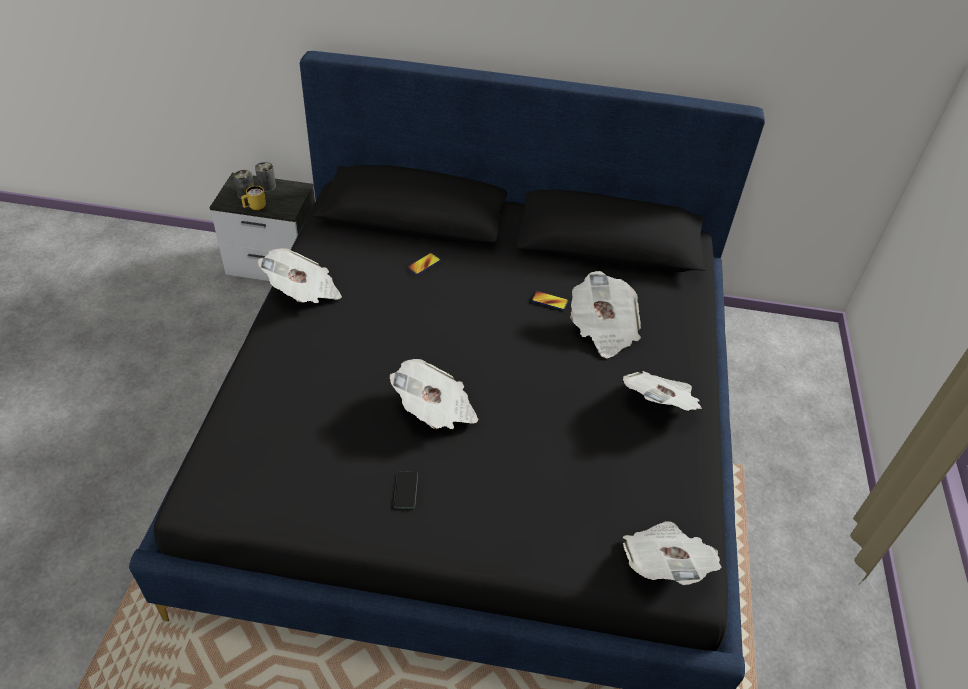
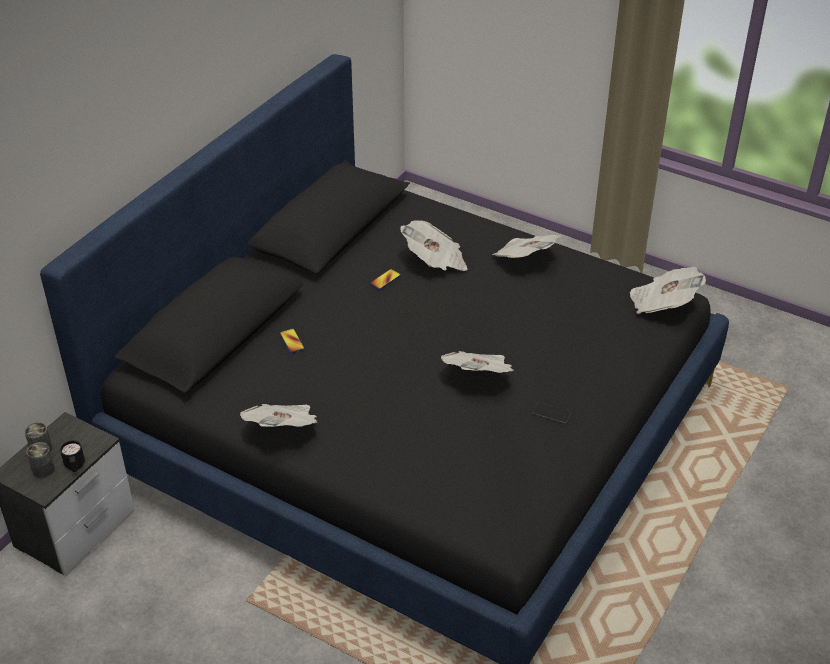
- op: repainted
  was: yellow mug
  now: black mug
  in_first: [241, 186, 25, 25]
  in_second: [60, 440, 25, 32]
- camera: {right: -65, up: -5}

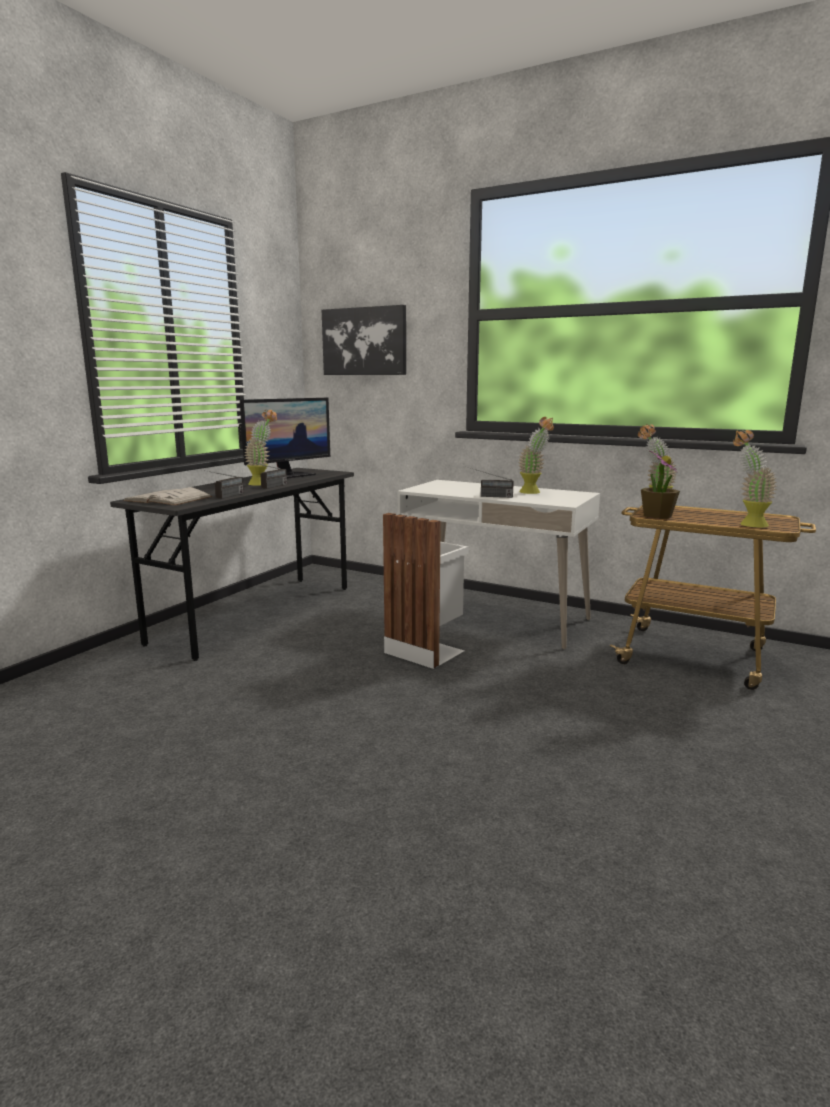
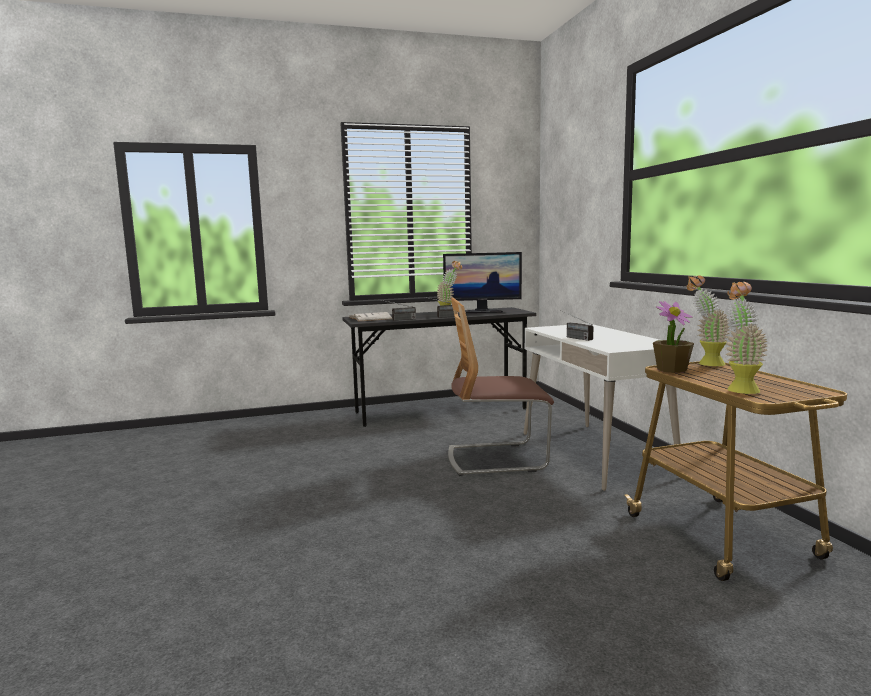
- op: gone
  was: picture
  in_first: [322, 305, 84, 70]
- op: swapped
  was: white trash can
  now: chair
  in_first: [383, 513, 86, 156]
  in_second: [448, 298, 106, 178]
- op: gone
  was: potted plant
  in_first: [518, 417, 36, 77]
- camera: {right: 45, up: -5}

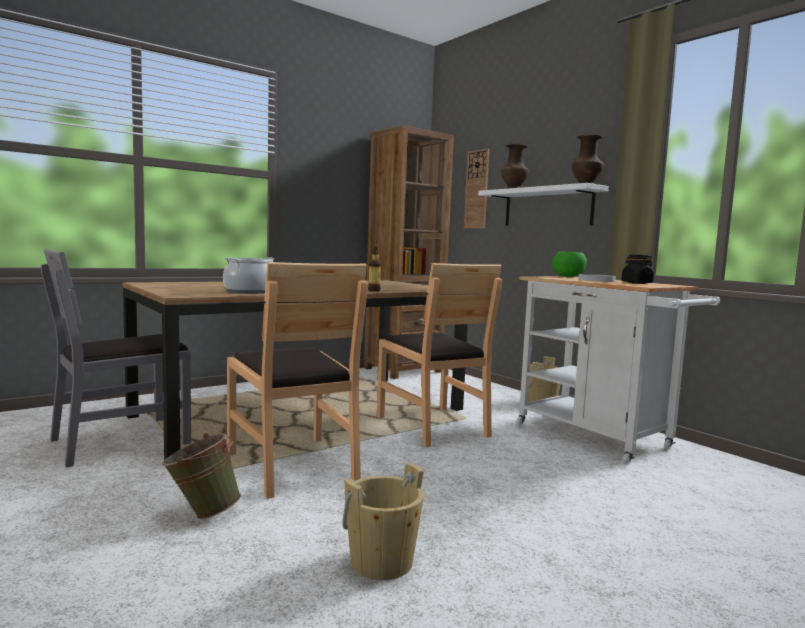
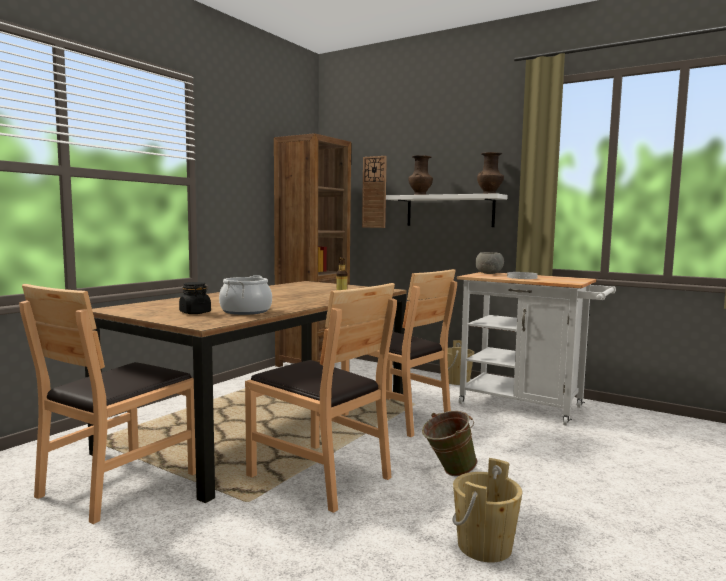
- op: repainted
  was: grey chair
  now: brown chair
  in_first: [41, 249, 150, 219]
  in_second: [19, 284, 177, 240]
- op: shifted
  was: green bucket
  in_first: [162, 433, 79, 86]
  in_second: [422, 411, 55, 65]
- op: repainted
  was: green bowl
  now: grey bowl
  in_first: [552, 252, 35, 25]
  in_second: [475, 252, 29, 22]
- op: shifted
  was: black jar
  in_first: [621, 254, 33, 30]
  in_second: [179, 282, 32, 32]
- camera: {right: -20, up: 0}

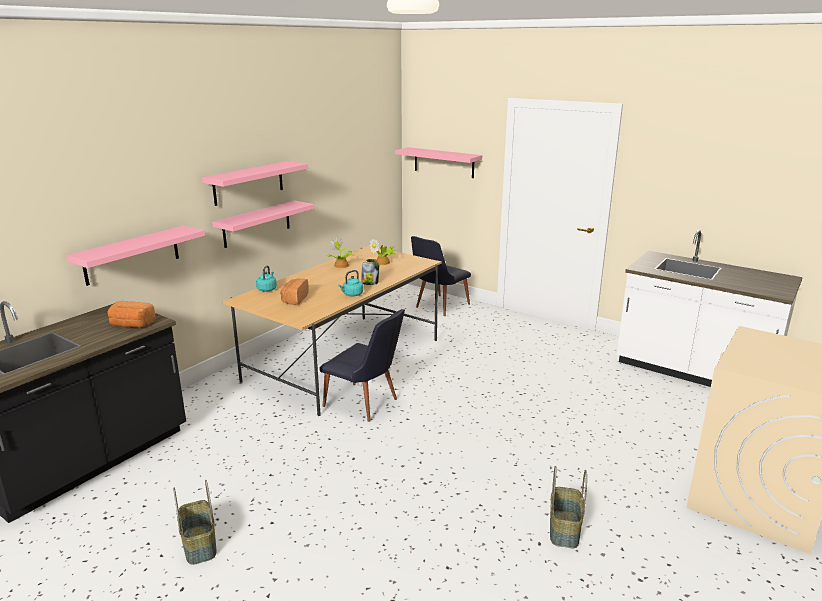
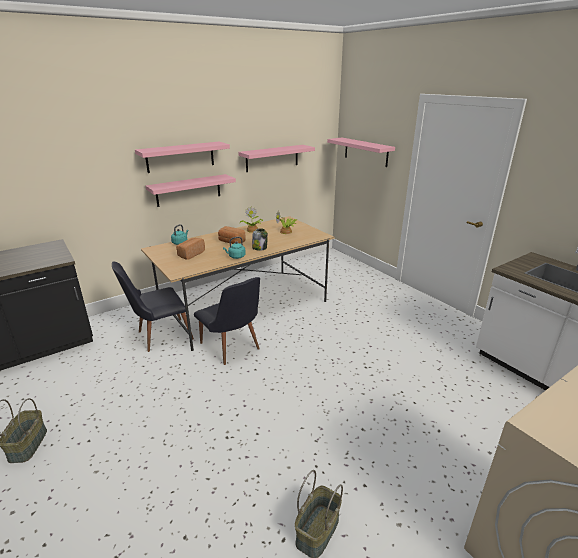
- op: shifted
  was: pink shelf
  in_first: [66, 225, 139, 61]
  in_second: [238, 145, 77, 27]
- op: shifted
  was: bread
  in_first: [107, 301, 49, 27]
  in_second: [218, 226, 28, 18]
- op: shifted
  was: black chair
  in_first: [411, 236, 60, 80]
  in_second: [112, 262, 82, 90]
- camera: {right: 20, up: 5}

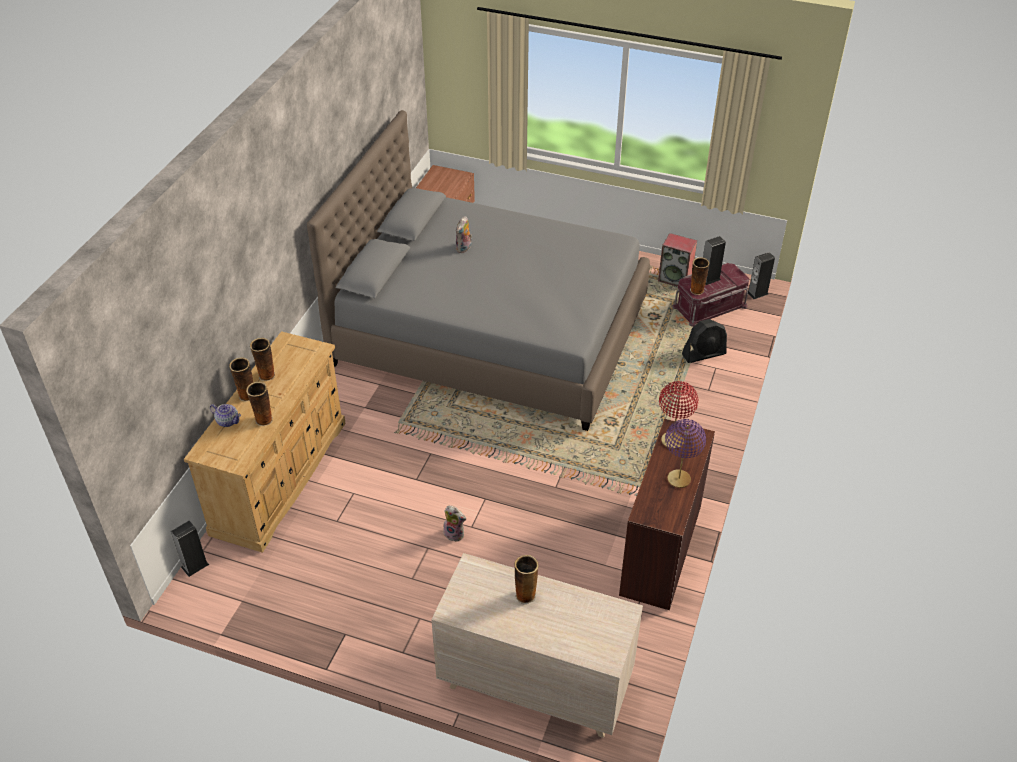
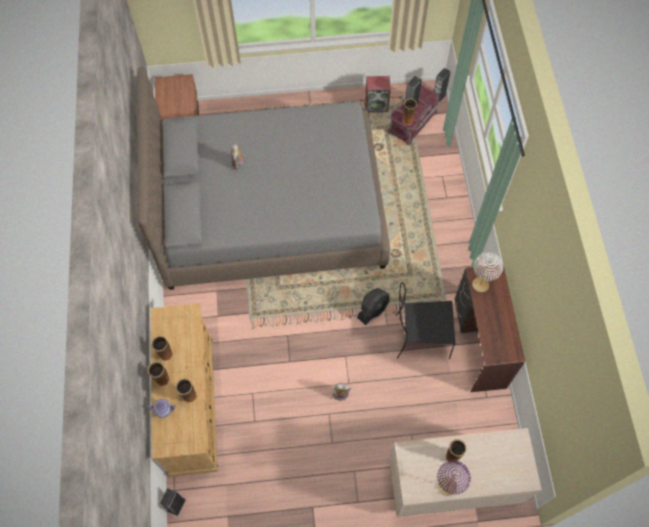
- op: repainted
  was: red table lamp
  now: white table lamp
  in_first: [659, 381, 39, 68]
  in_second: [472, 252, 31, 40]
- op: shifted
  was: purple table lamp
  in_first: [665, 419, 41, 69]
  in_second: [437, 460, 34, 36]
- op: shifted
  was: black fan
  in_first: [682, 319, 45, 44]
  in_second: [357, 288, 33, 37]
- op: new
  now: black chair
  in_second: [395, 282, 60, 77]
- camera: {right: -25, up: 20}

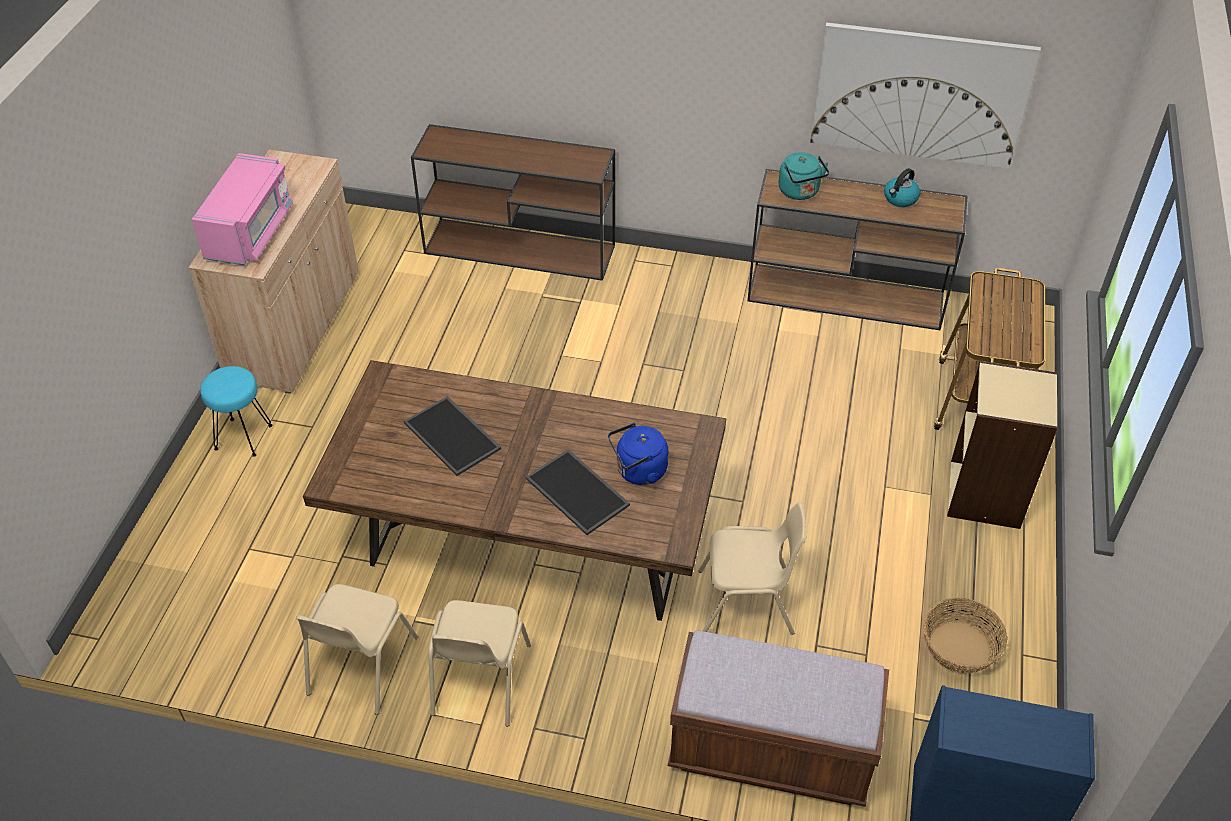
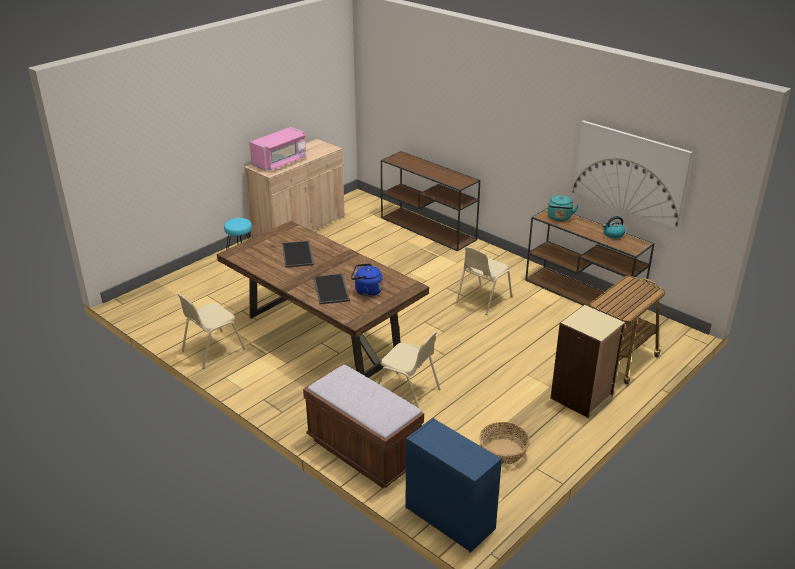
- op: shifted
  was: beige chair
  in_first: [428, 600, 103, 127]
  in_second: [456, 246, 56, 69]
- camera: {right: 30, up: -15}

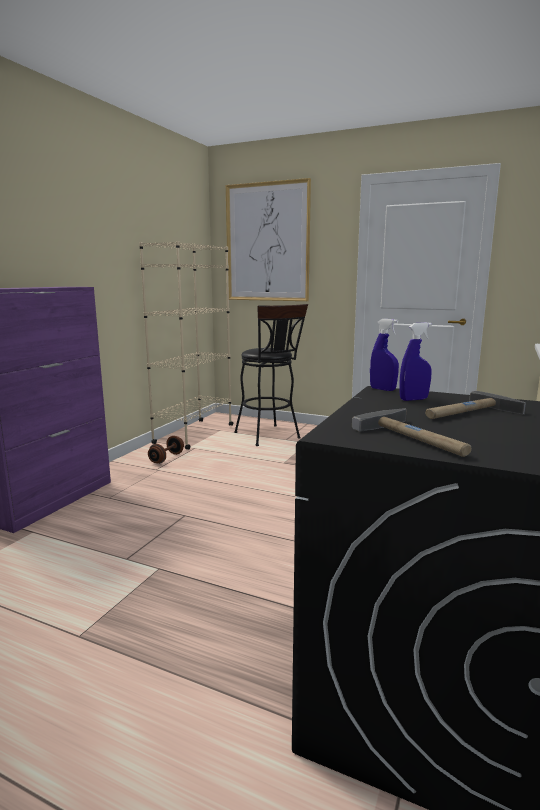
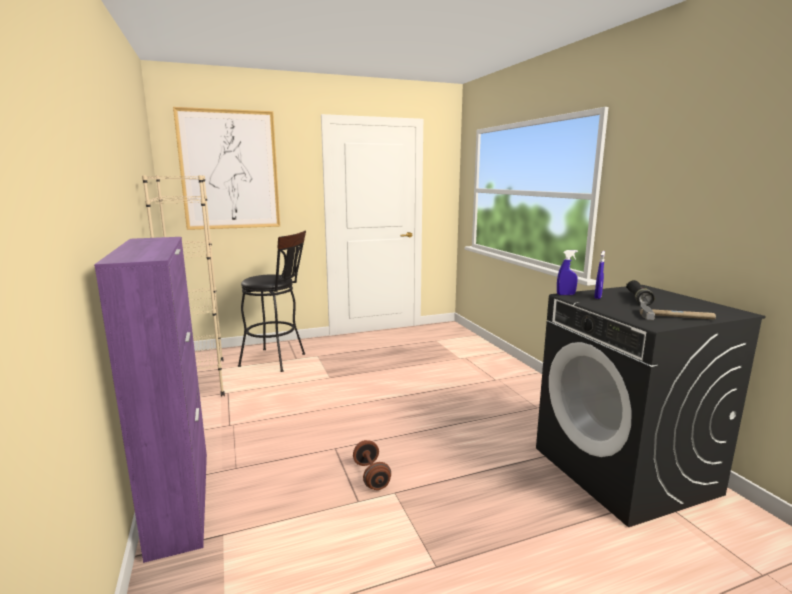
- op: shifted
  was: brown dumbbell
  in_first: [148, 436, 36, 28]
  in_second: [353, 440, 38, 50]
- op: swapped
  was: hammer
  now: black flashlight
  in_first: [425, 391, 101, 28]
  in_second: [626, 280, 28, 26]
- camera: {right: -45, up: 0}

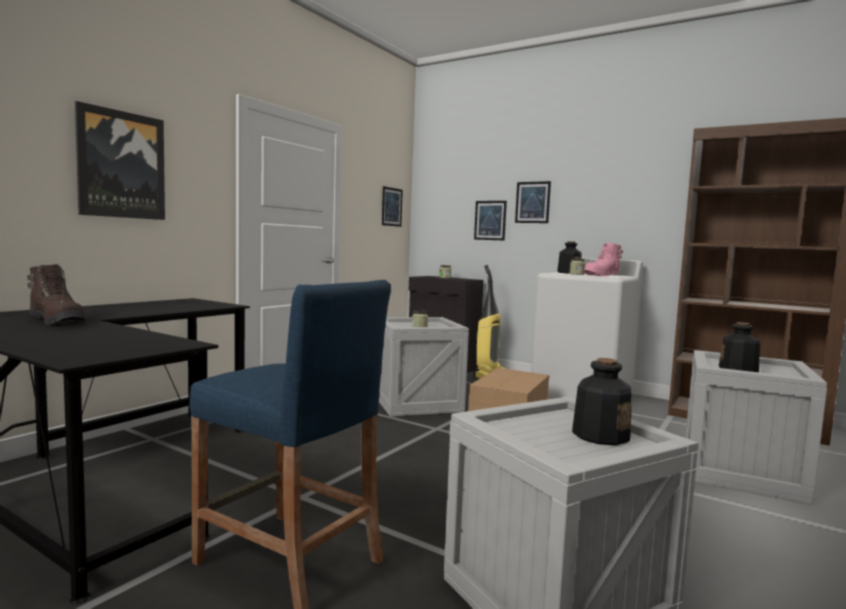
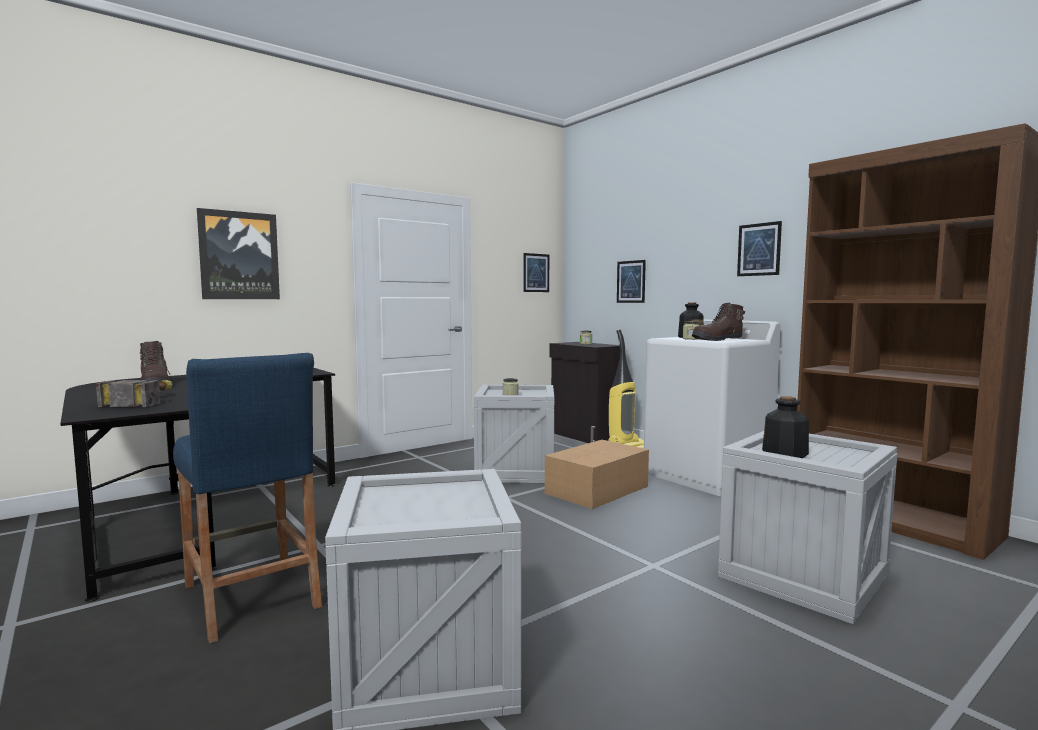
- op: shifted
  was: picture
  in_first: [515, 181, 36, 42]
  in_second: [737, 221, 45, 55]
- op: gone
  was: bottle
  in_first: [572, 358, 60, 87]
- op: repainted
  was: pink boot
  now: brown boot
  in_first: [583, 243, 40, 33]
  in_second: [692, 303, 53, 38]
- op: new
  now: hammer
  in_second: [96, 380, 77, 27]
- camera: {right: 20, up: 0}

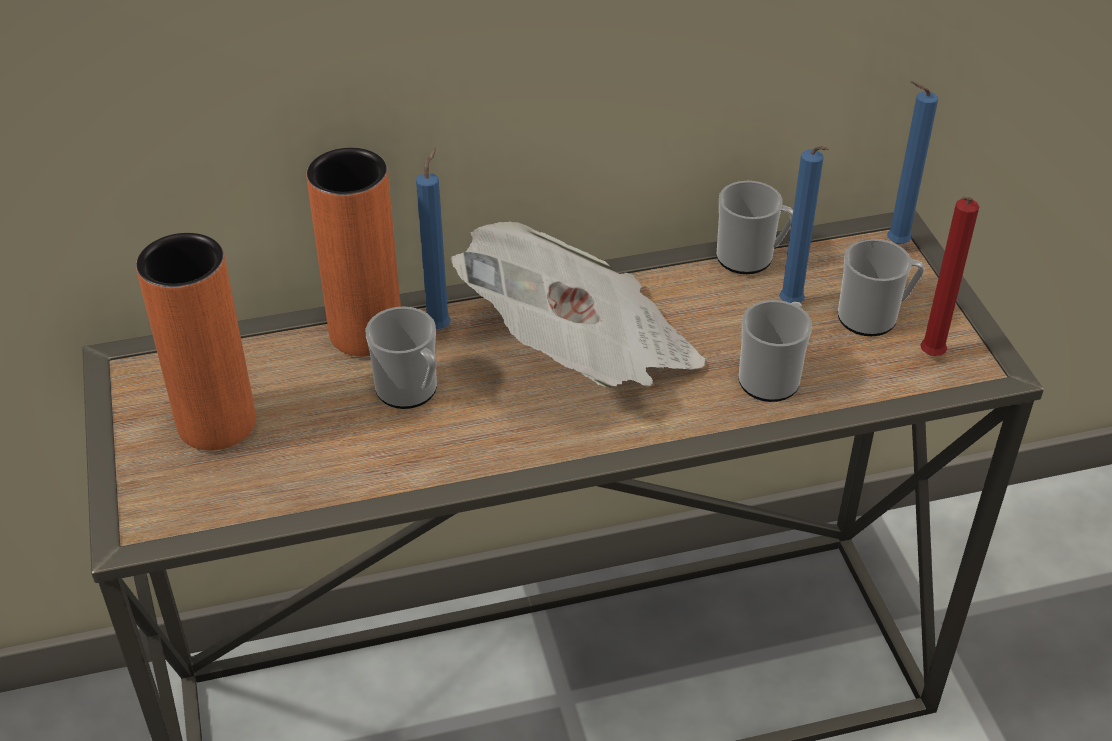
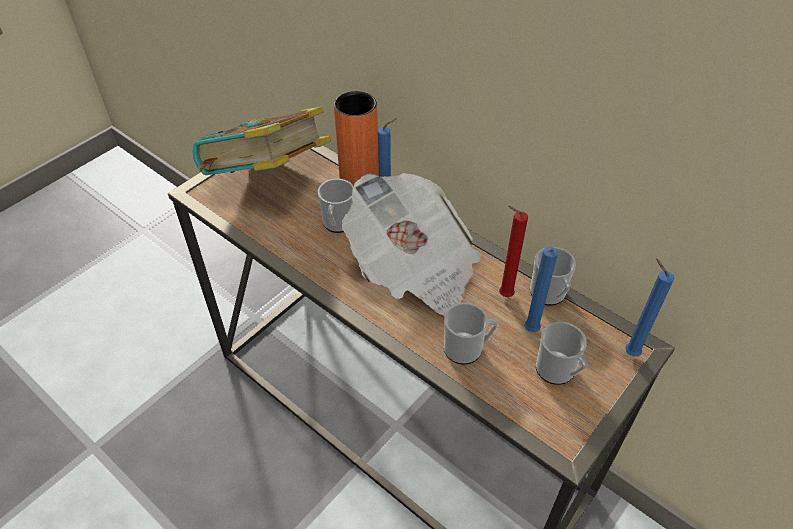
- op: swapped
  was: orange vase
  now: book
  in_first: [136, 233, 120, 218]
  in_second: [193, 106, 138, 69]
- op: shifted
  was: red candle
  in_first: [920, 197, 59, 159]
  in_second: [499, 206, 29, 91]
- camera: {right: 55, up: 5}

